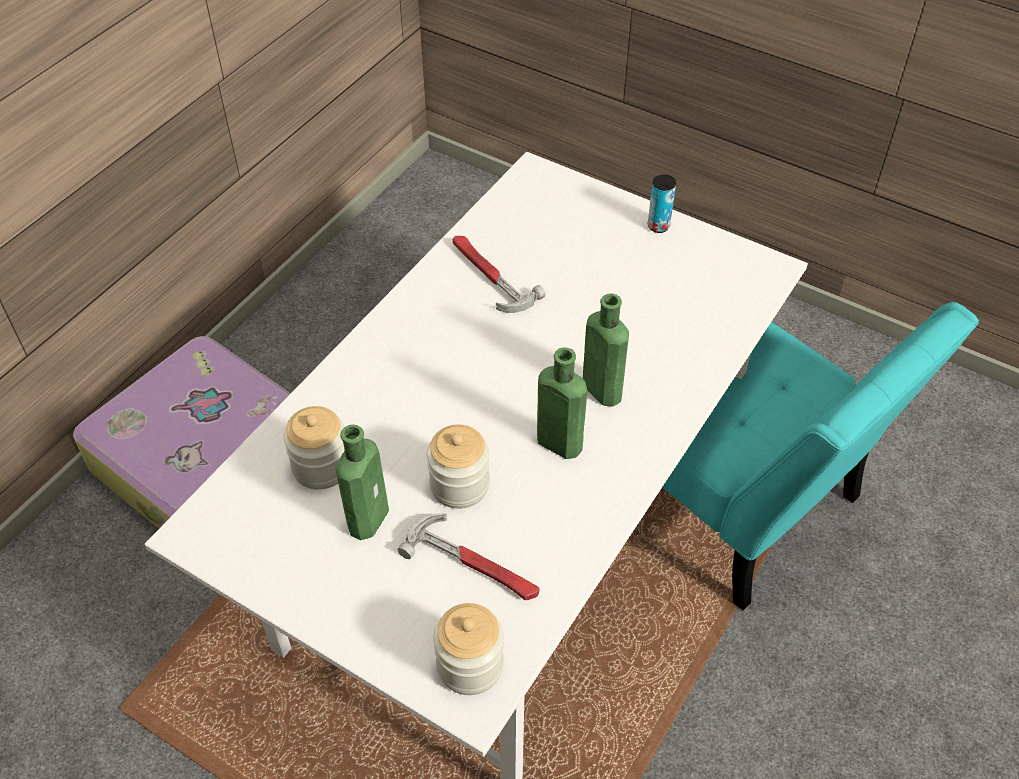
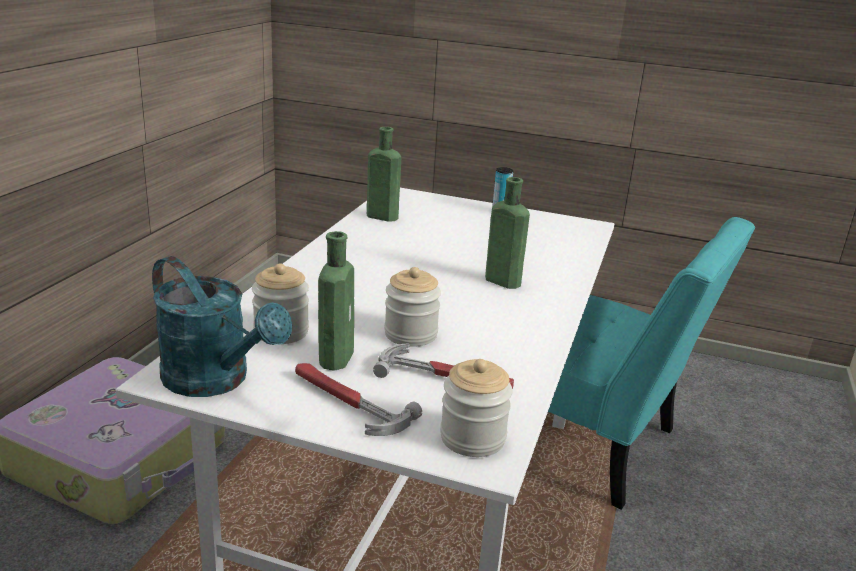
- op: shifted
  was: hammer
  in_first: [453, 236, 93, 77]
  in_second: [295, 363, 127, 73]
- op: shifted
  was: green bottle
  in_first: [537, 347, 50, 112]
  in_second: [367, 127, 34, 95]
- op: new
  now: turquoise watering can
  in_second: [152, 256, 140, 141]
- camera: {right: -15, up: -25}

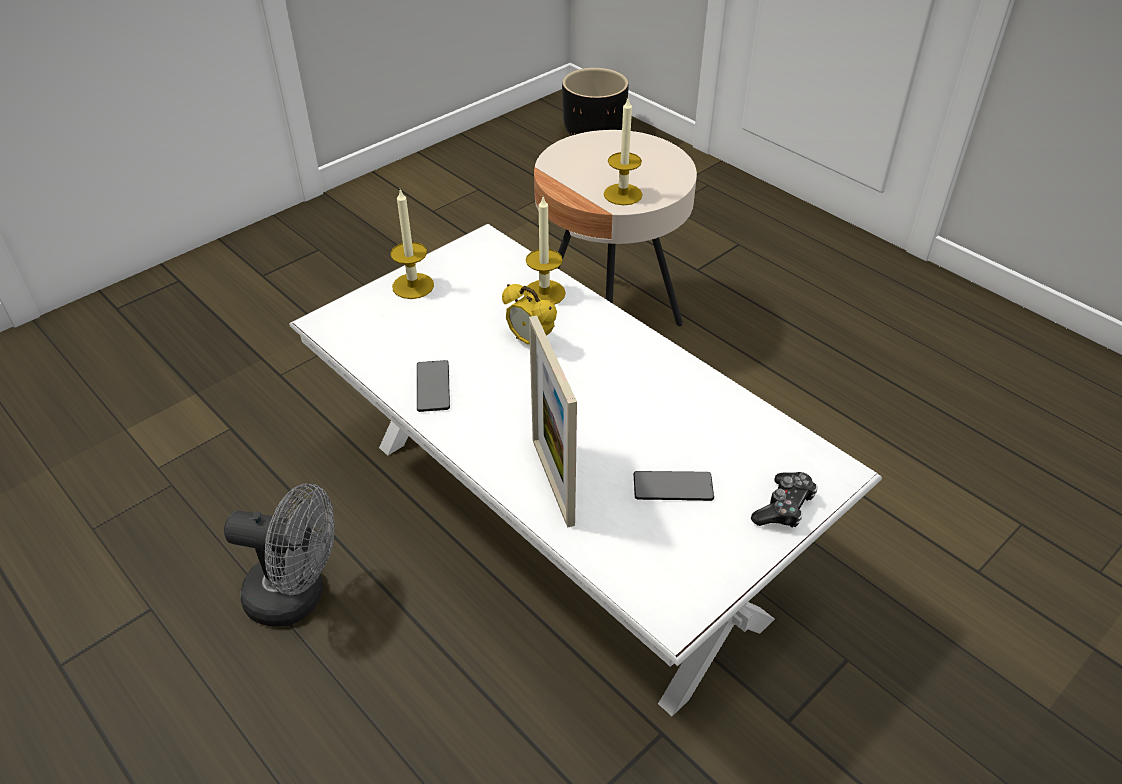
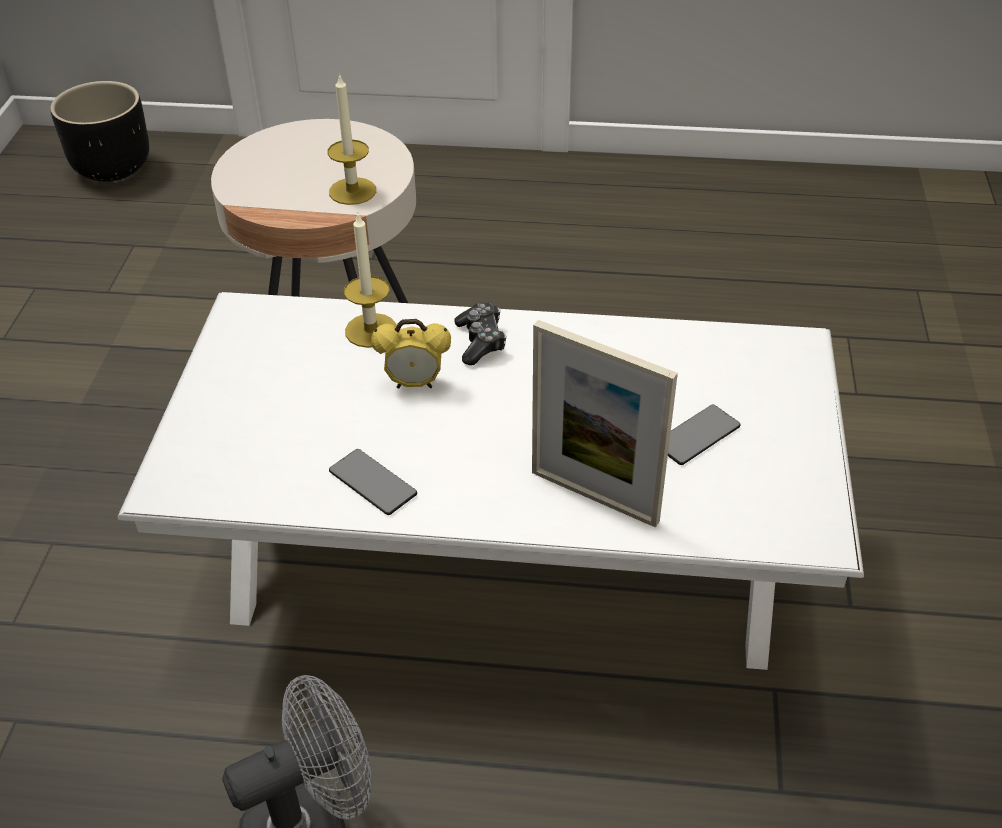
- op: gone
  was: candle
  in_first: [390, 189, 44, 110]
- op: shifted
  was: game controller
  in_first: [751, 472, 67, 55]
  in_second: [454, 302, 52, 63]
- camera: {right: -40, up: 0}

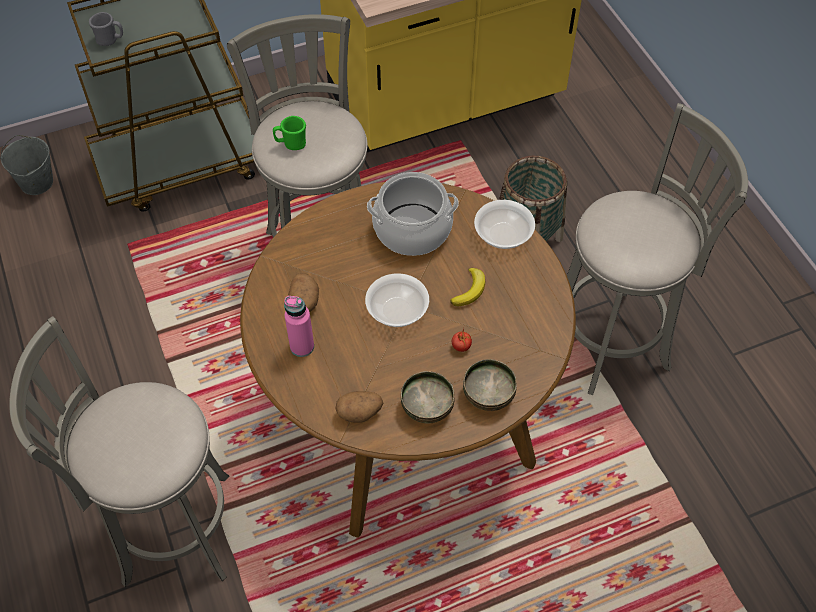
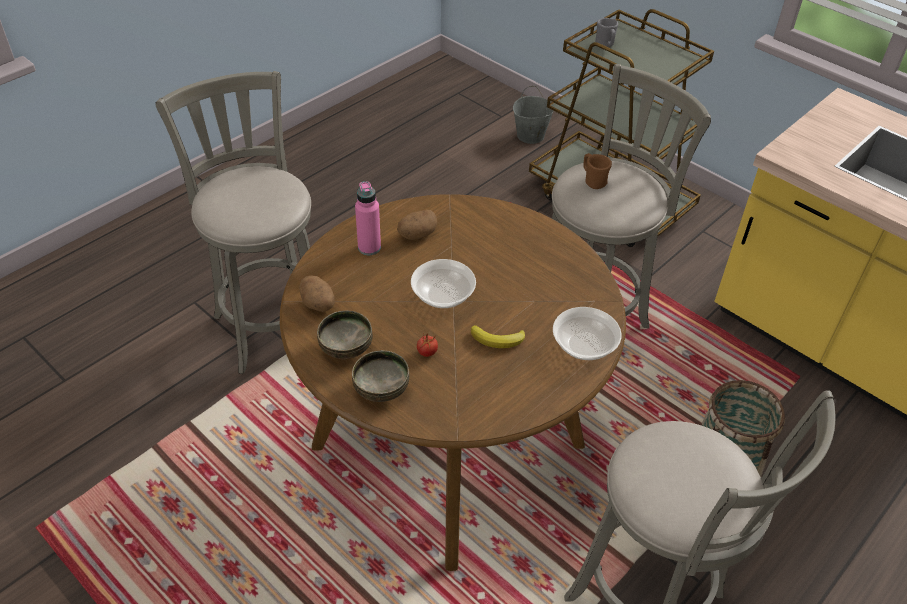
- op: repainted
  was: green mug
  now: brown mug
  in_first: [273, 116, 33, 34]
  in_second: [583, 153, 29, 36]
- op: gone
  was: cooking pot
  in_first: [367, 172, 92, 84]
- camera: {right: 65, up: -10}

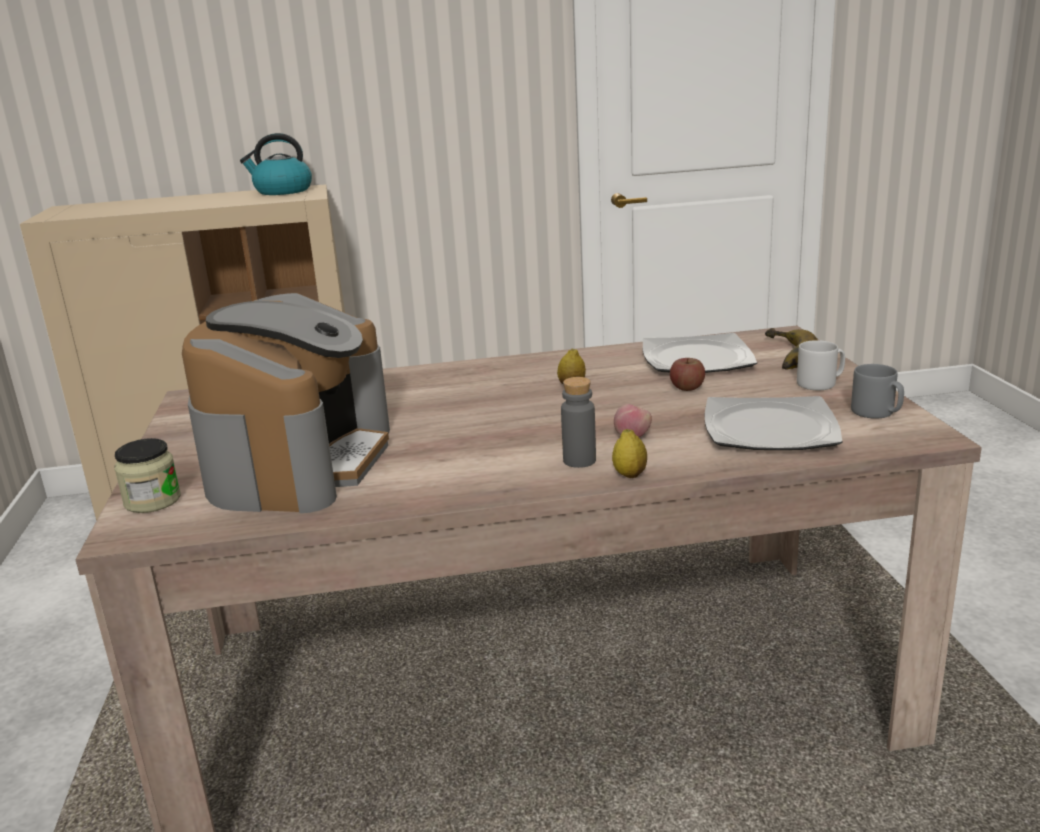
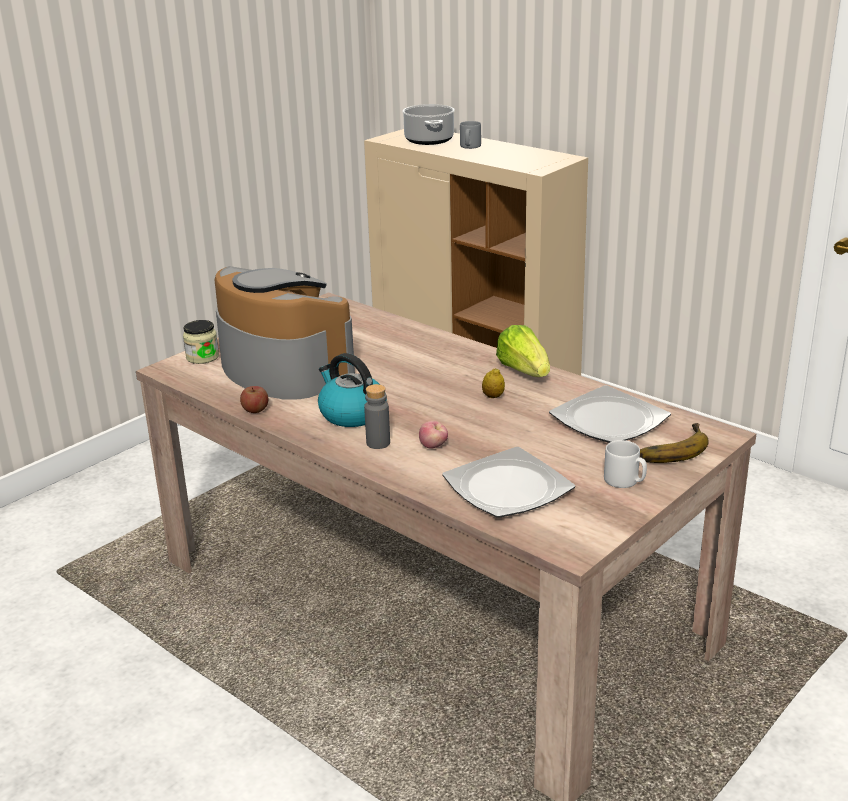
- op: rotated
  was: coffee machine
  in_first: [182, 293, 208, 220]
  in_second: [215, 266, 140, 134]
  clockwise: -105
- op: shifted
  was: kettle
  in_first: [240, 133, 72, 62]
  in_second: [318, 353, 69, 74]
- op: gone
  was: lemon
  in_first: [612, 429, 35, 49]
- op: shifted
  was: apple
  in_first: [670, 358, 35, 33]
  in_second: [240, 386, 28, 27]
- op: shifted
  was: grey mug
  in_first: [851, 364, 53, 55]
  in_second: [460, 121, 21, 28]
- op: new
  now: cooking pot
  in_second: [402, 104, 53, 41]
- op: new
  now: lettuce
  in_second: [496, 325, 54, 52]
- camera: {right: 50, up: 5}

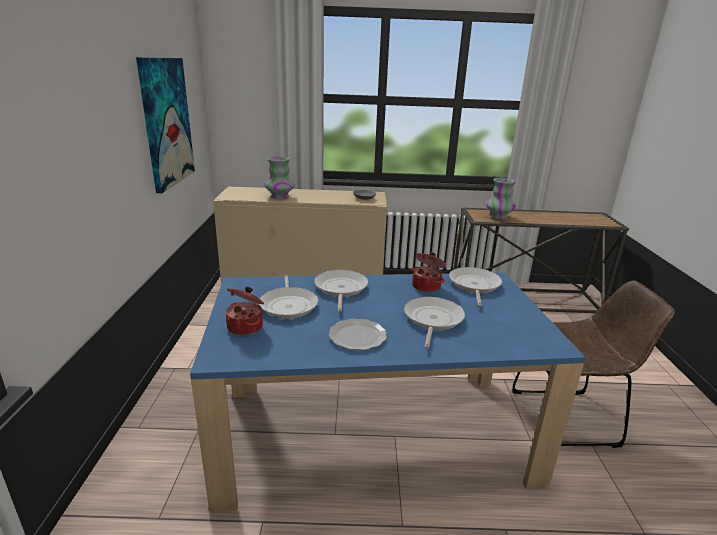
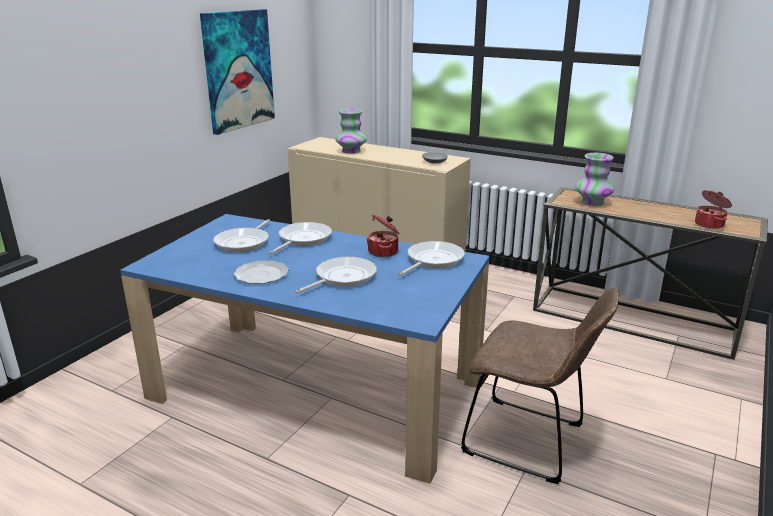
- op: shifted
  was: cooking pot
  in_first: [226, 286, 38, 49]
  in_second: [695, 190, 37, 39]
- camera: {right: 30, up: 0}

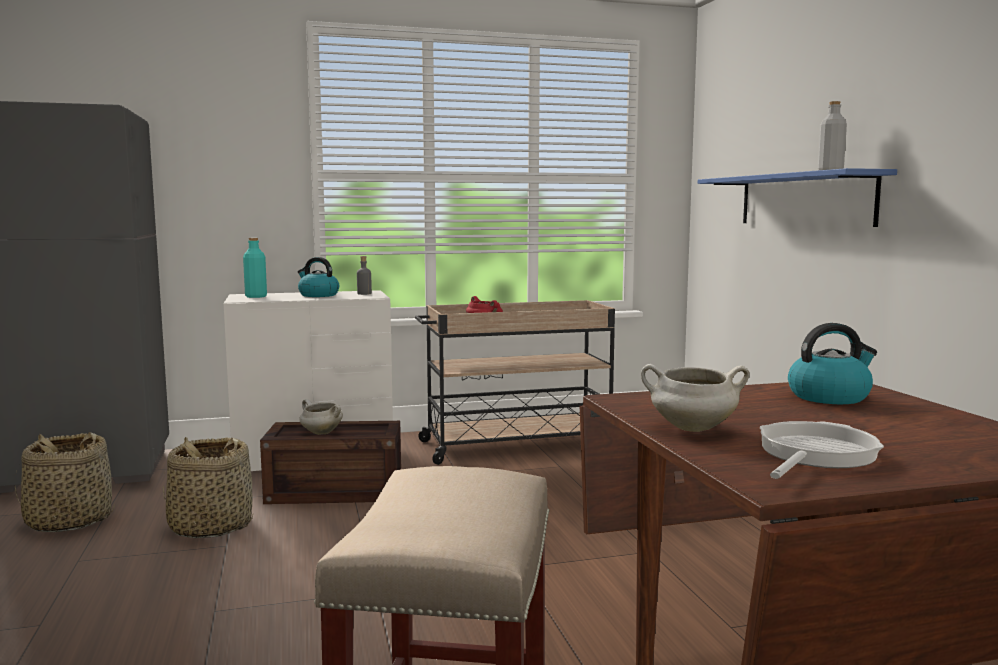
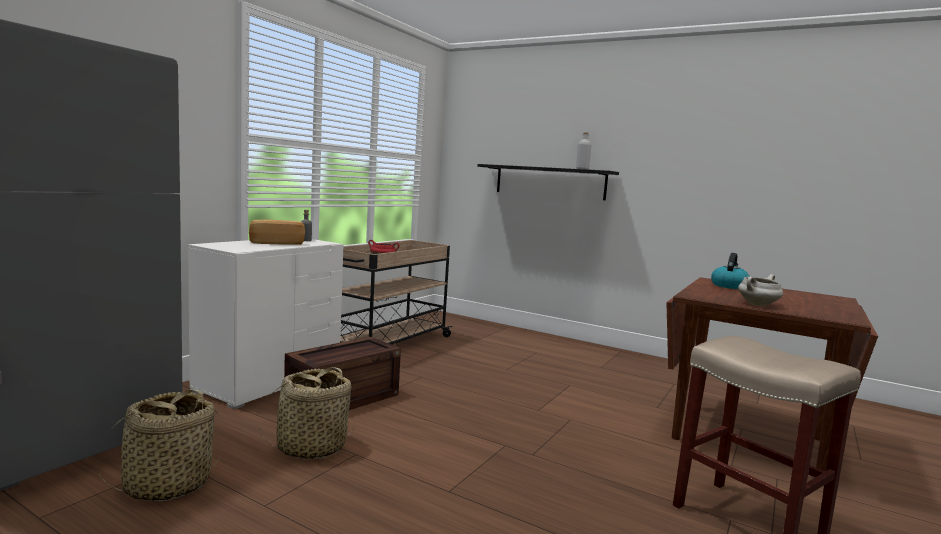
- op: gone
  was: turquoise bottle
  in_first: [243, 238, 24, 60]
- op: swapped
  was: kettle
  now: bread
  in_first: [298, 257, 41, 40]
  in_second: [249, 220, 56, 25]
- op: gone
  was: white cooking pot
  in_first: [299, 399, 44, 36]
- op: repainted
  was: blue shelf
  now: black shelf
  in_first: [698, 168, 199, 59]
  in_second: [477, 164, 142, 36]
- op: gone
  was: frying pan
  in_first: [760, 421, 124, 58]
- camera: {right: -45, up: 0}

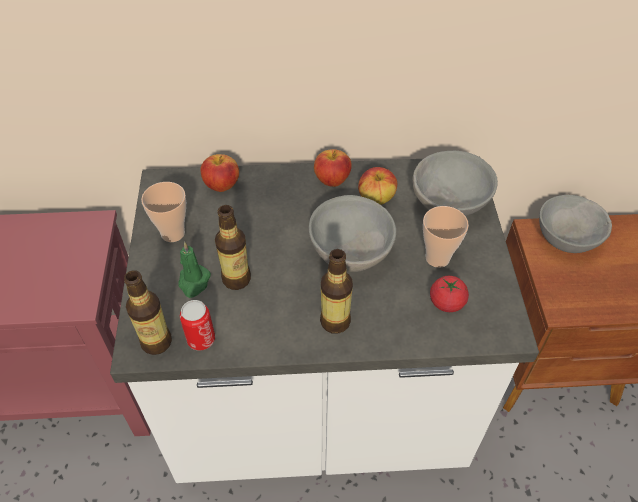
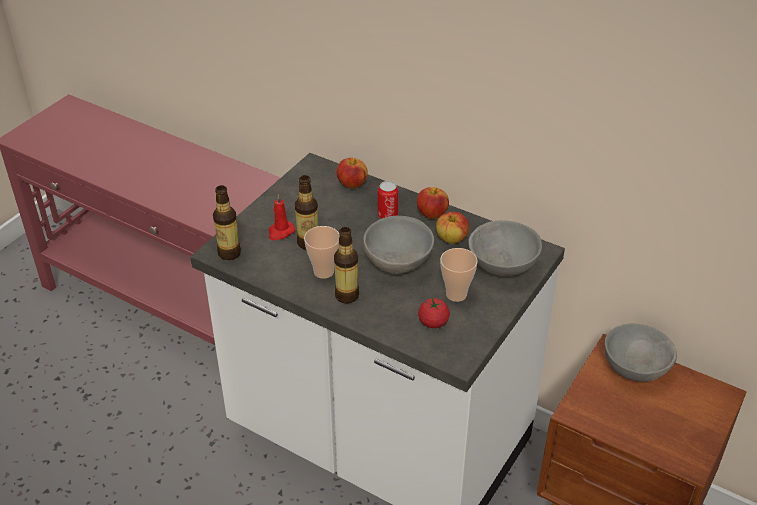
- op: shifted
  was: cup
  in_first: [141, 182, 45, 60]
  in_second: [304, 226, 36, 53]
- op: repainted
  was: green candle
  now: red candle
  in_first: [178, 242, 33, 56]
  in_second: [269, 194, 26, 46]
- op: shifted
  was: can
  in_first: [180, 300, 35, 51]
  in_second: [378, 181, 20, 38]
- camera: {right: 35, up: -10}

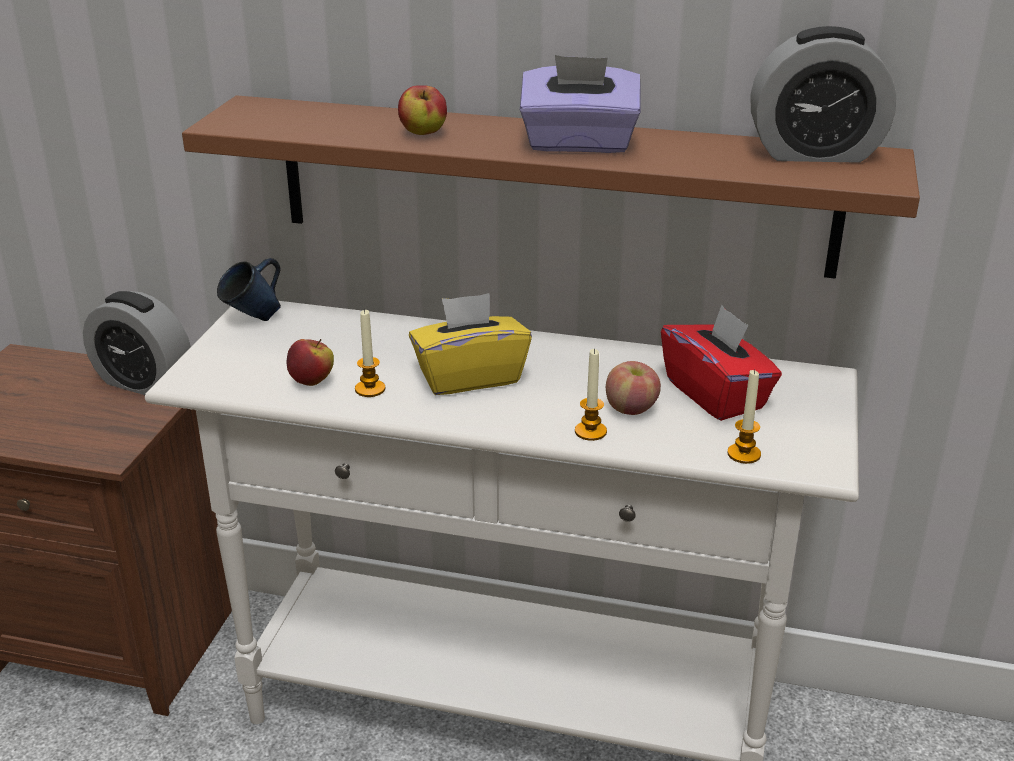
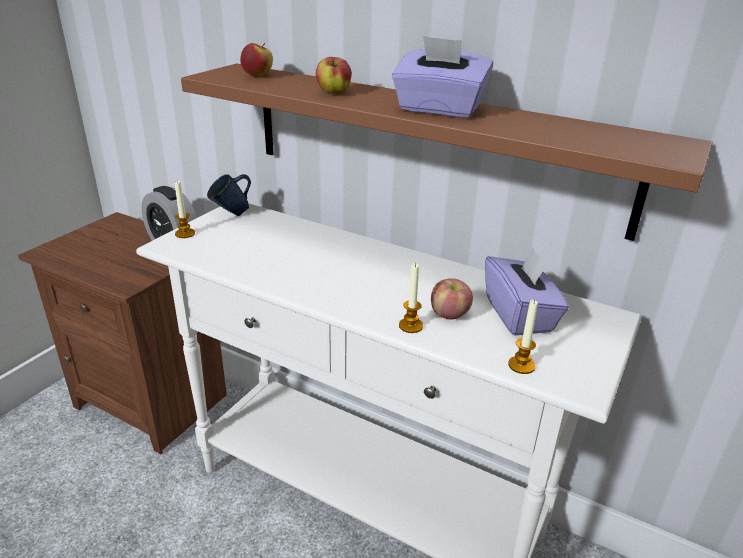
- op: shifted
  was: apple
  in_first: [287, 339, 47, 47]
  in_second: [240, 43, 33, 34]
- op: shifted
  was: candle
  in_first: [355, 309, 30, 88]
  in_second: [175, 181, 20, 57]
- op: gone
  was: yellow tissue box
  in_first: [409, 293, 123, 102]
- op: repainted
  was: red tissue box
  now: purple tissue box
  in_first: [661, 305, 121, 116]
  in_second: [485, 247, 84, 89]
- op: gone
  was: alarm clock
  in_first: [750, 26, 146, 137]
- camera: {right: 15, up: 0}

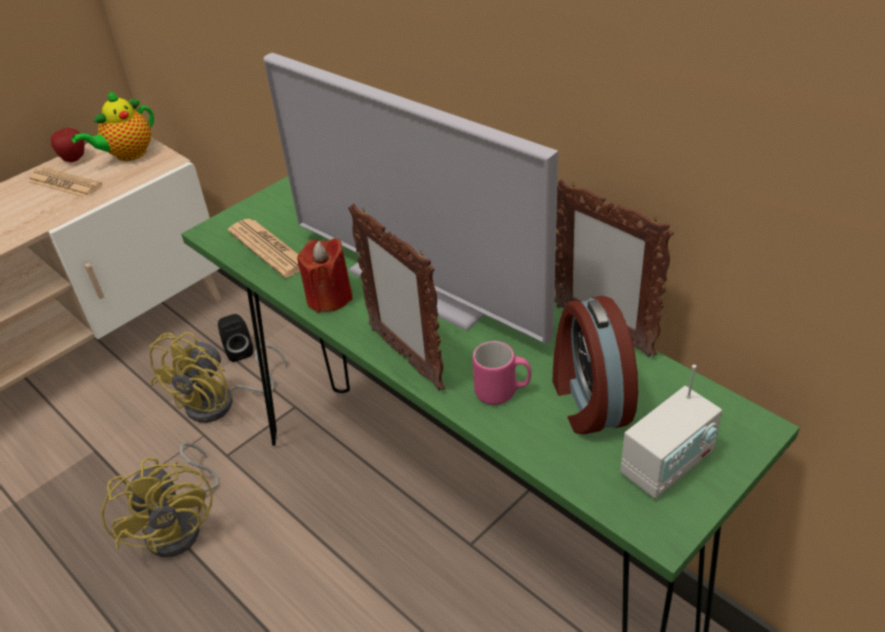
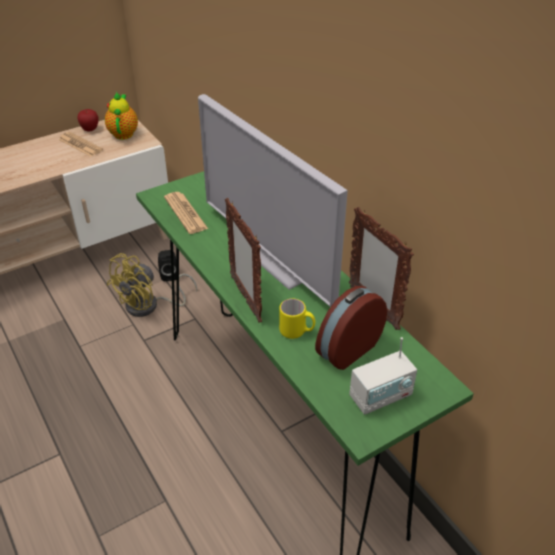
- op: rotated
  was: teapot
  in_first: [72, 91, 82, 70]
  in_second: [105, 92, 33, 48]
  clockwise: 120
- op: gone
  was: yellow fan
  in_first: [101, 442, 119, 115]
- op: gone
  was: red candle
  in_first: [297, 238, 56, 75]
- op: repainted
  was: pink mug
  now: yellow mug
  in_first: [472, 341, 60, 64]
  in_second: [279, 298, 36, 41]
- op: rotated
  was: alarm clock
  in_first: [552, 296, 86, 138]
  in_second: [315, 286, 72, 84]
  clockwise: 45
- camera: {right: 10, up: 0}

